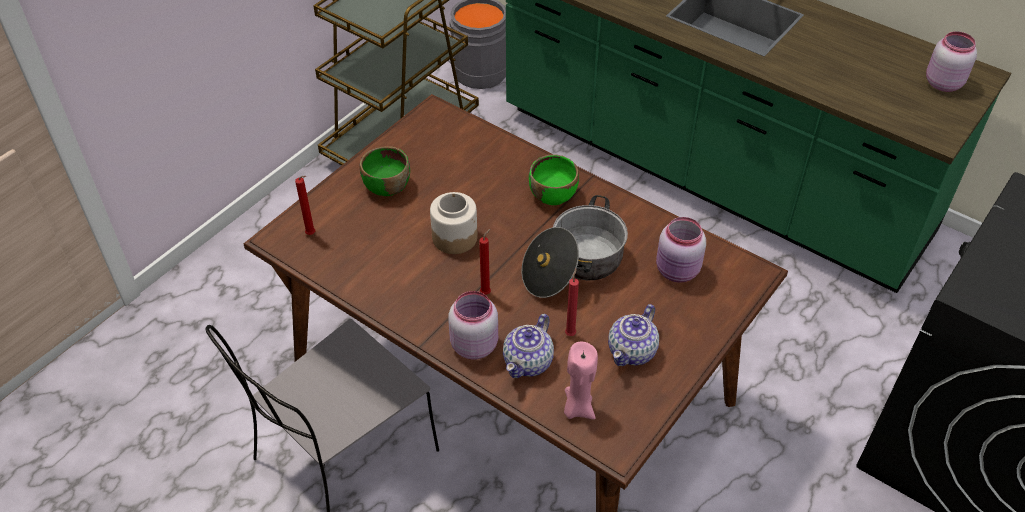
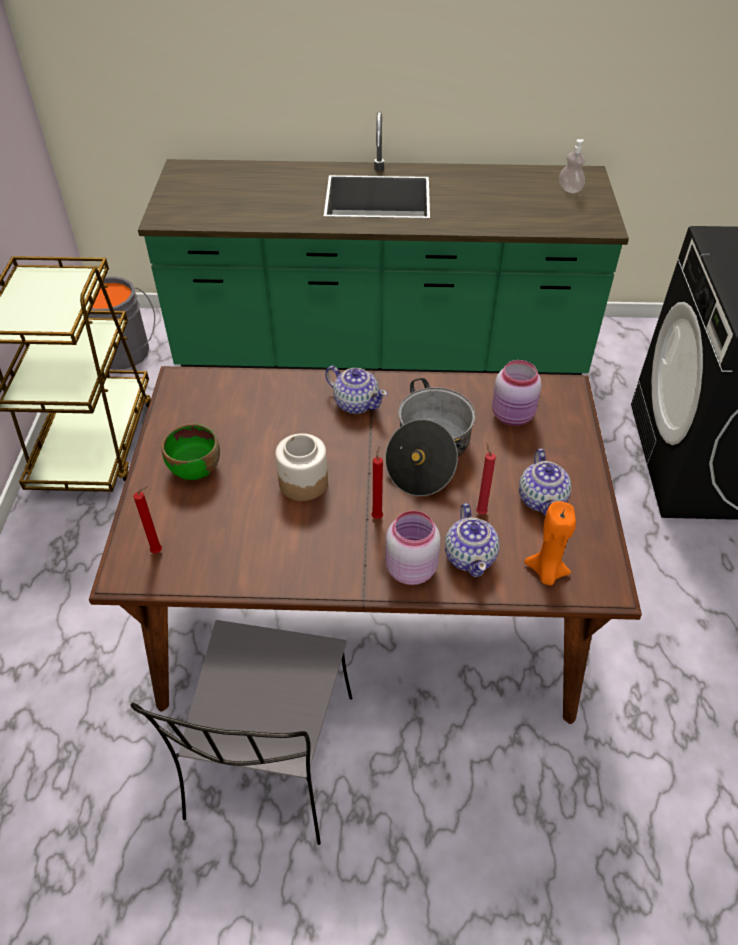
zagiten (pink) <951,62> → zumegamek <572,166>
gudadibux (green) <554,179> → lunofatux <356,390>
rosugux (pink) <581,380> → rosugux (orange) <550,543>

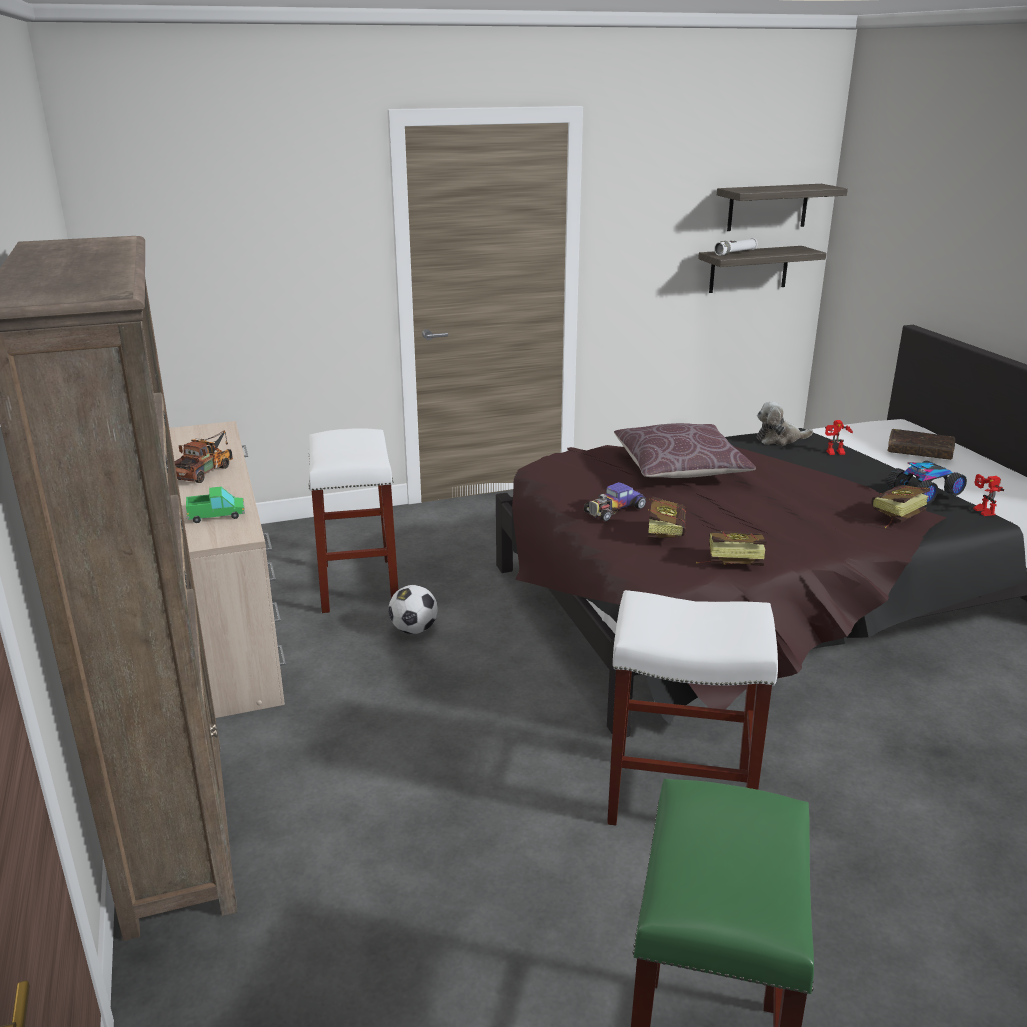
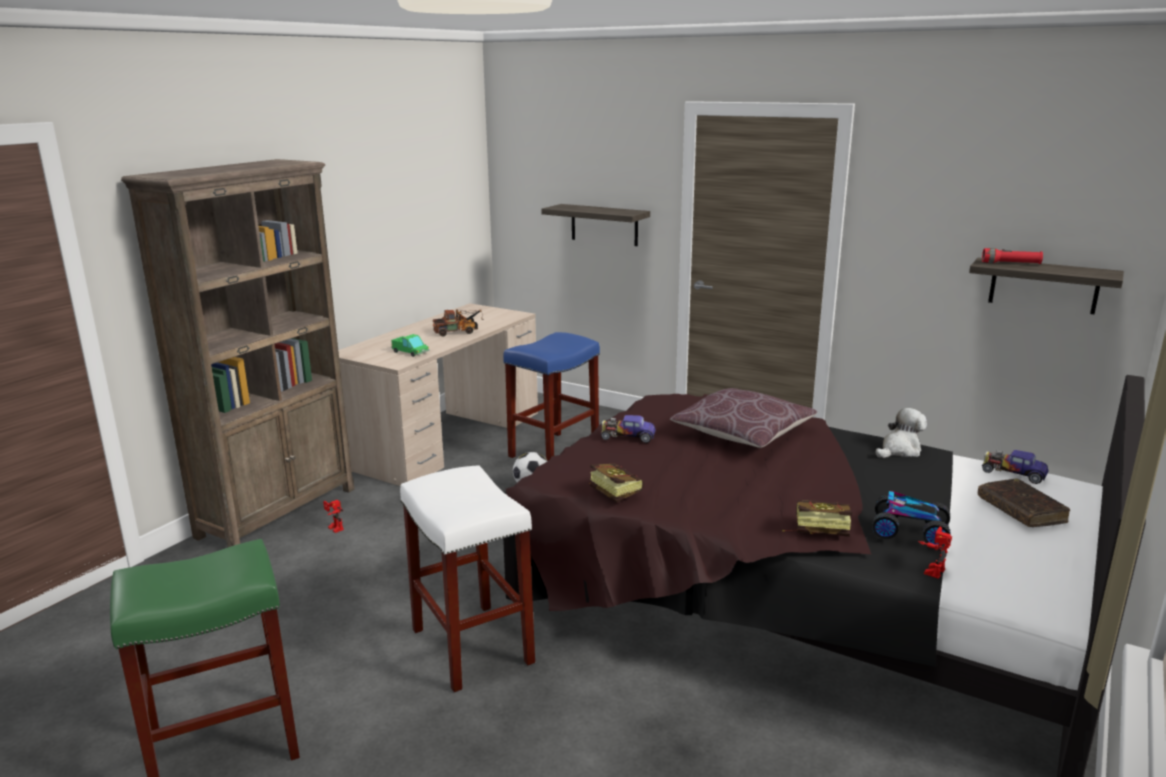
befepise <782,207> → befepise <595,225>, moved
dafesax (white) <736,247> → dafesax (red) <1012,256>
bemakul <785,424> → bemakul <901,433>, 105 degrees clockwise
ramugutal <839,437> → ramugutal <333,516>, moved
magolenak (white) <353,520> → magolenak (blue) <551,396>
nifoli <667,518> → -
- → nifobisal <1015,467>

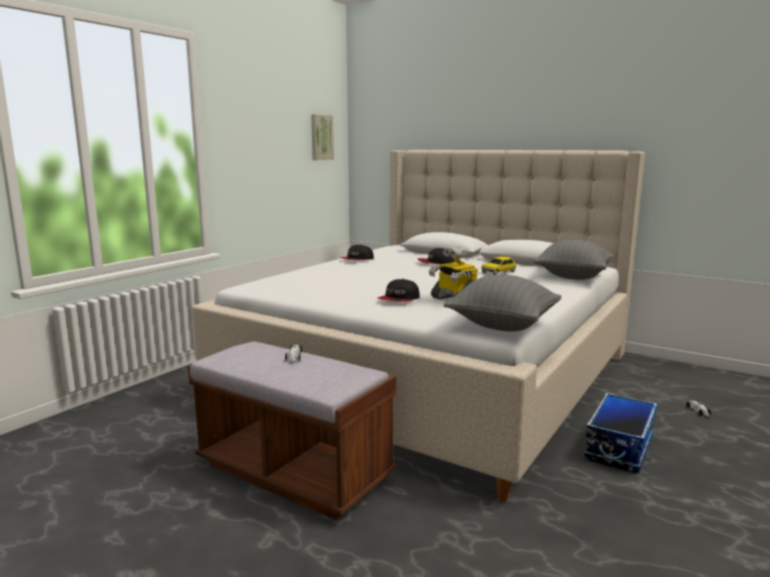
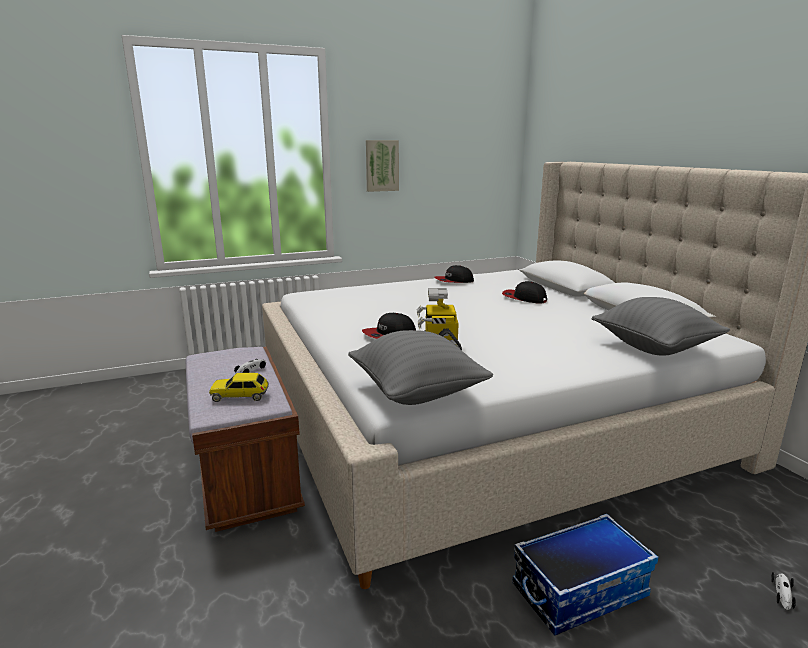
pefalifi <322,137> → pefalifi <382,166>, moved
nifobisal <498,266> → nifobisal <239,387>, moved

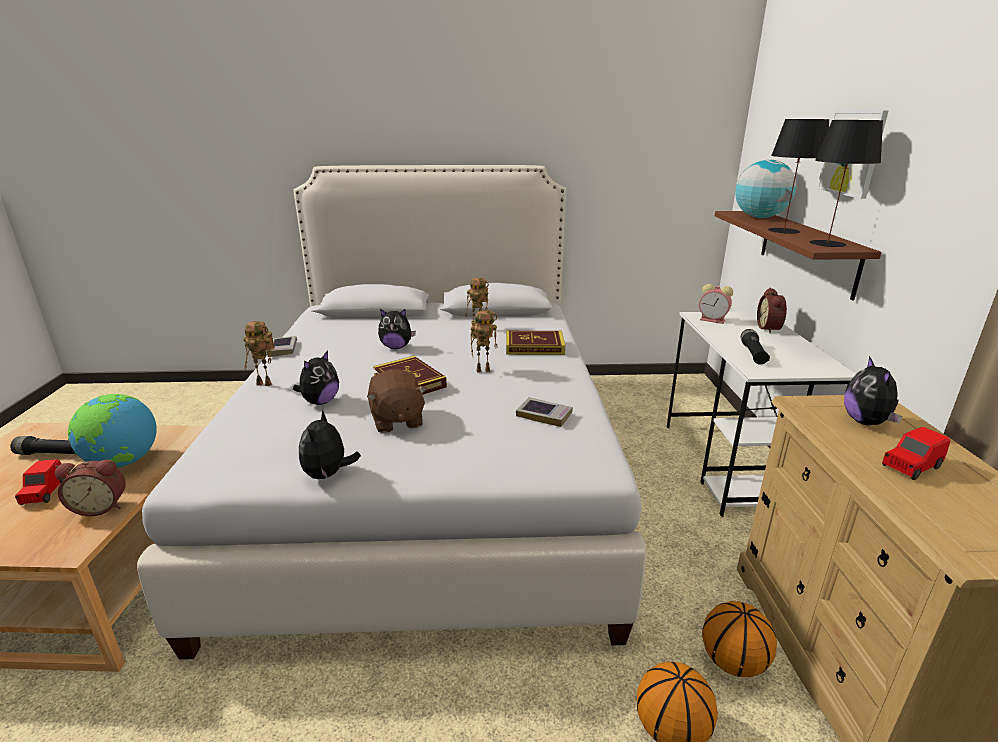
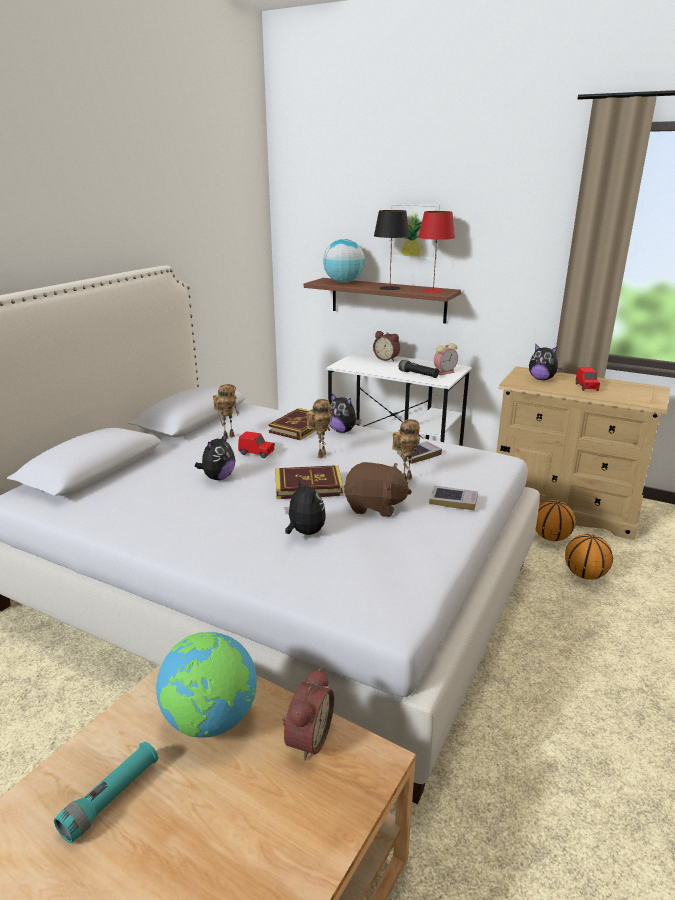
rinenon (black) <846,183> → rinenon (red) <436,252>
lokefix <716,304> → lokefix <446,359>, moved
ramugutal <259,353> → ramugutal <406,450>, moved
nifoli <281,346> → nifoli <453,497>, moved
bemakul <330,444> → bemakul <345,413>, moved
dafesax (black) <43,445> → dafesax (turquoise) <106,792>
nifobisal (red) <41,482> → nifobisal (red) <256,445>, moved

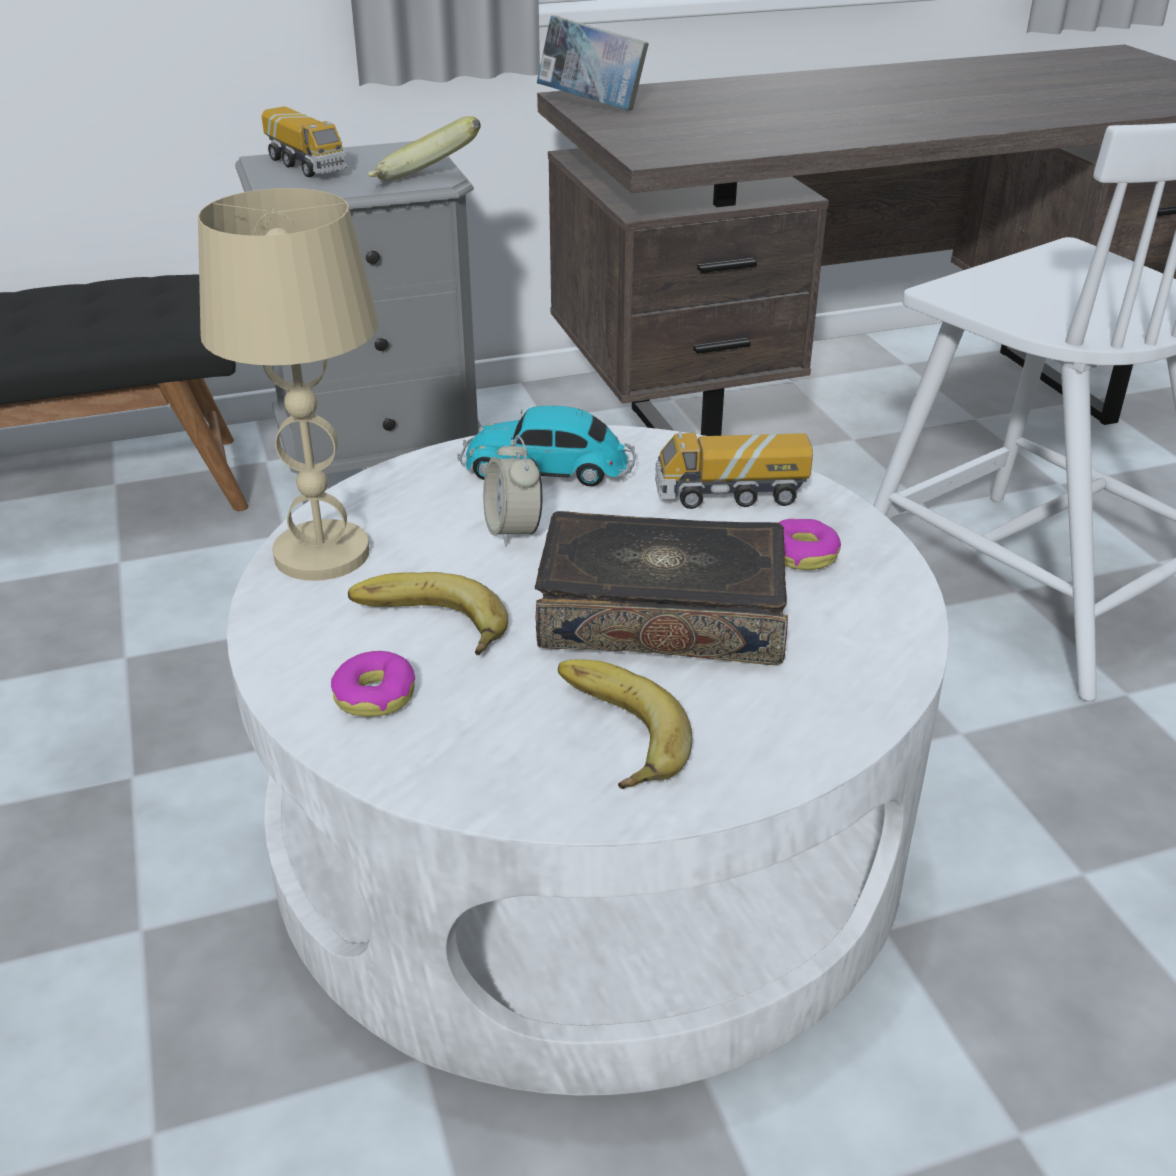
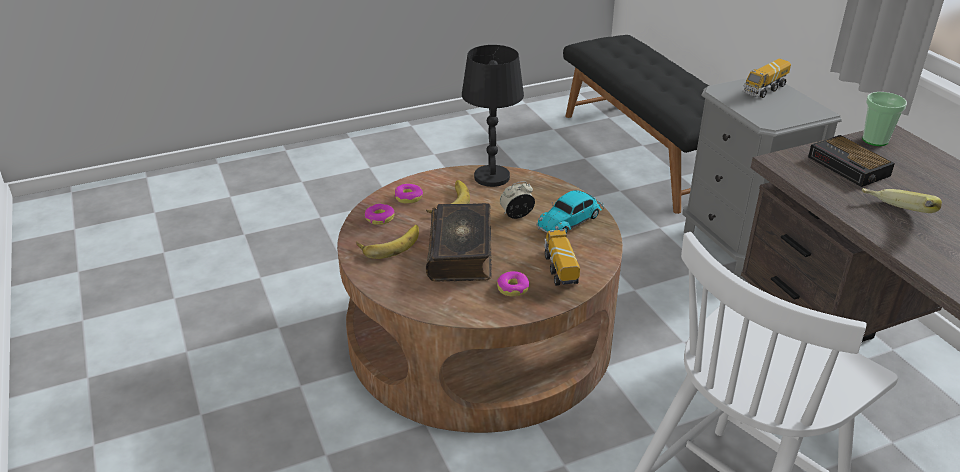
nifoli <593,63> → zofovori <884,119>
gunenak <424,148> → gunenak <901,200>, moved
rinenon (beige) <288,384> → rinenon (black) <493,116>
nifobisal <547,446> → nifobisal <570,212>, 135 degrees counterclockwise
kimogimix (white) <588,760> → kimogimix (brown) <480,299>
- → lokefix <851,161>
- → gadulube <380,214>

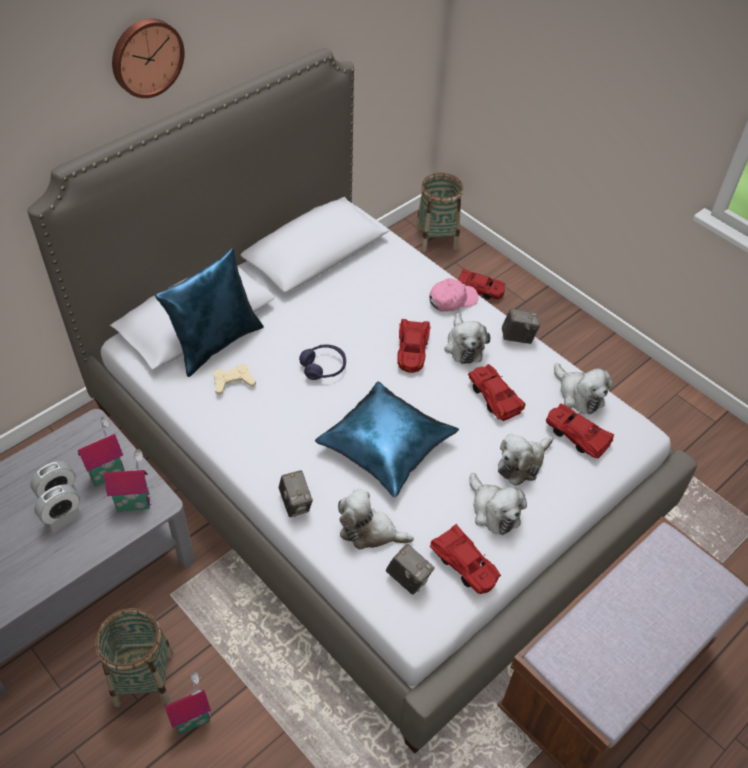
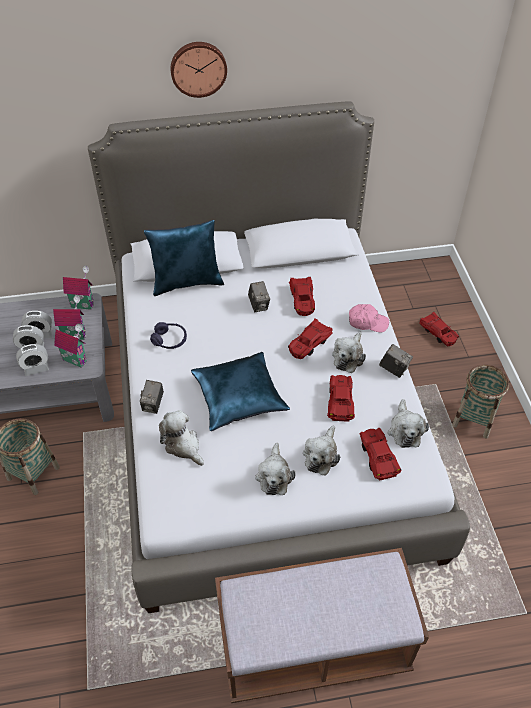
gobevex <440,212> → gobevex <480,401>, moved
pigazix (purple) <322,362> → pigazix (purple) <168,335>, moved
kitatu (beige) <235,379> → -
bemakul <526,460> → bemakul <321,451>, 60 degrees counterclockwise
nifobisal (red) <465,559> → nifobisal (red) <302,296>, moved
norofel <410,569> → norofel <259,296>, moved
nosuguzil <188,703> → nosuguzil <78,287>, moved
- → lokefix <32,360>

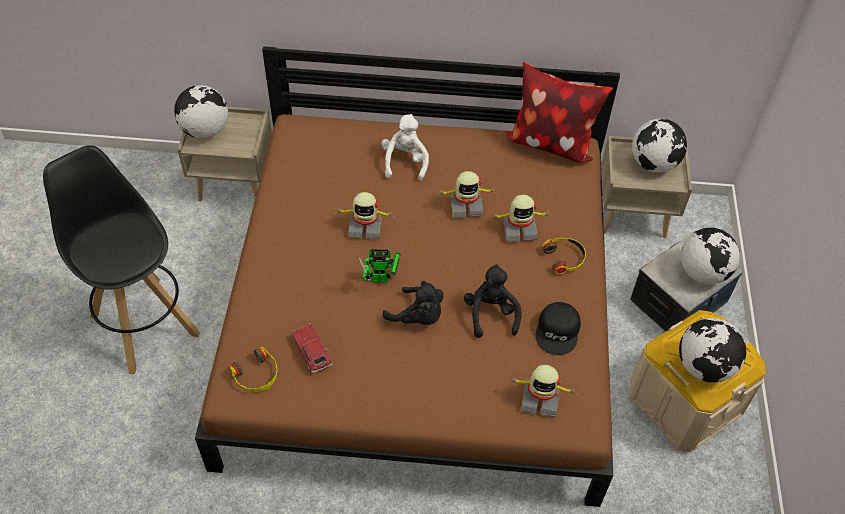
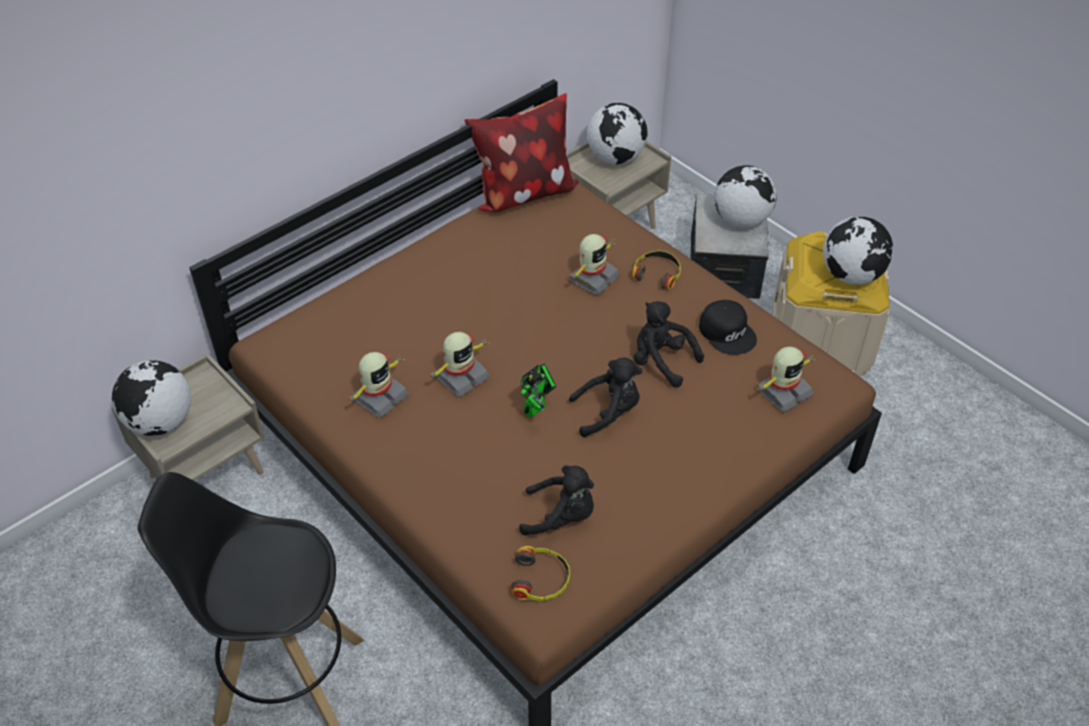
bemakul (white) <405,147> → -
ramugutal <467,194> → ramugutal <378,385>, moved
nifobisal <312,348> → bemakul (black) <556,500>

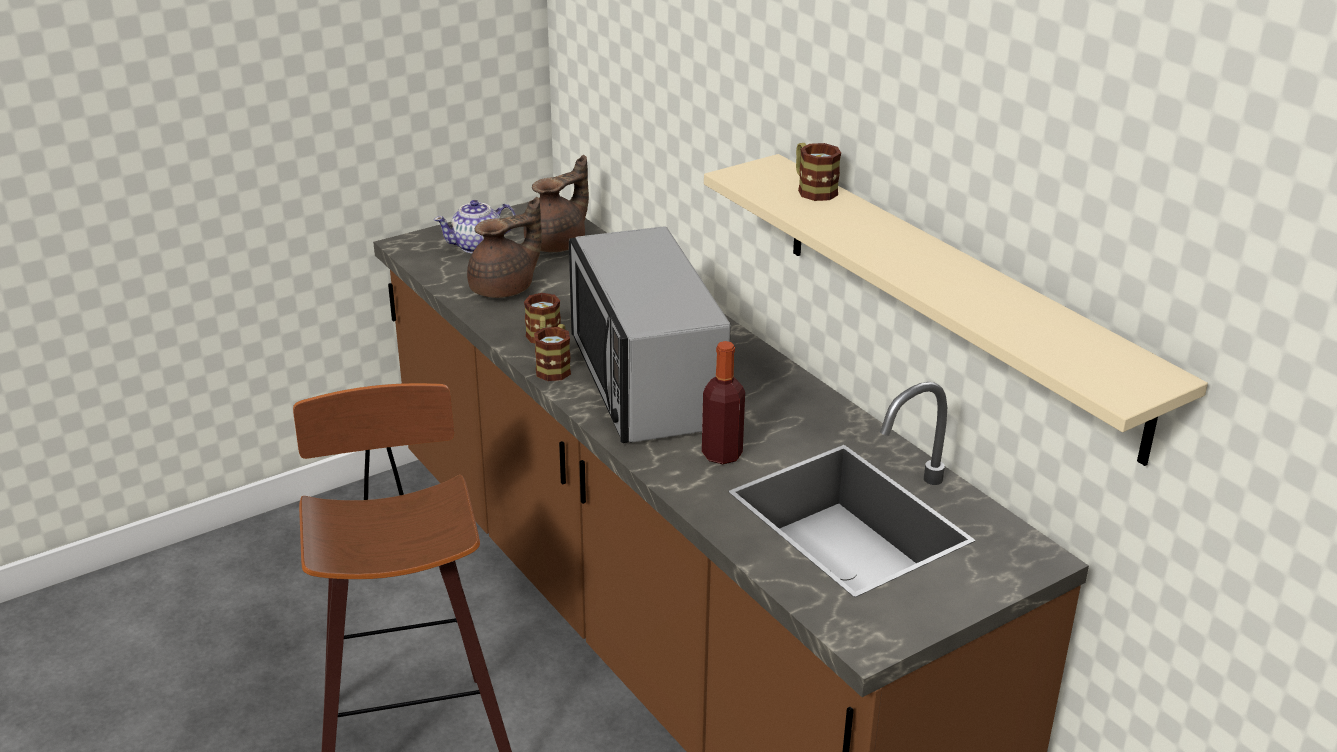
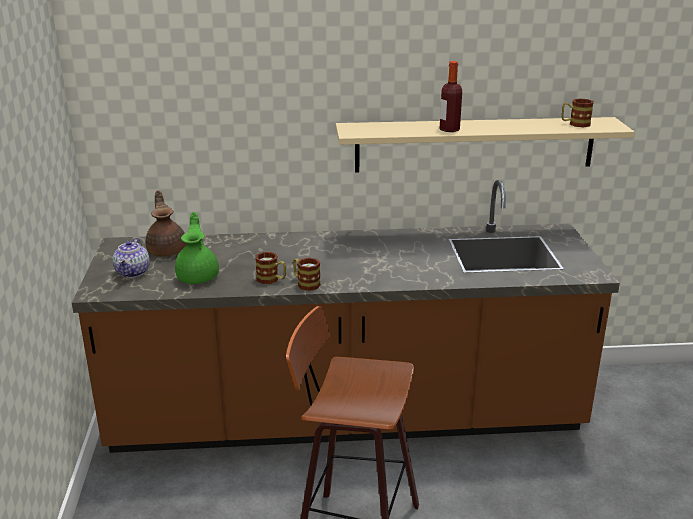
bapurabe <818,172> → bapurabe <578,112>, moved
lunofatux (brown) <504,247> → lunofatux (green) <197,248>
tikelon <650,334> → -
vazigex <723,402> → vazigex <451,96>, moved

